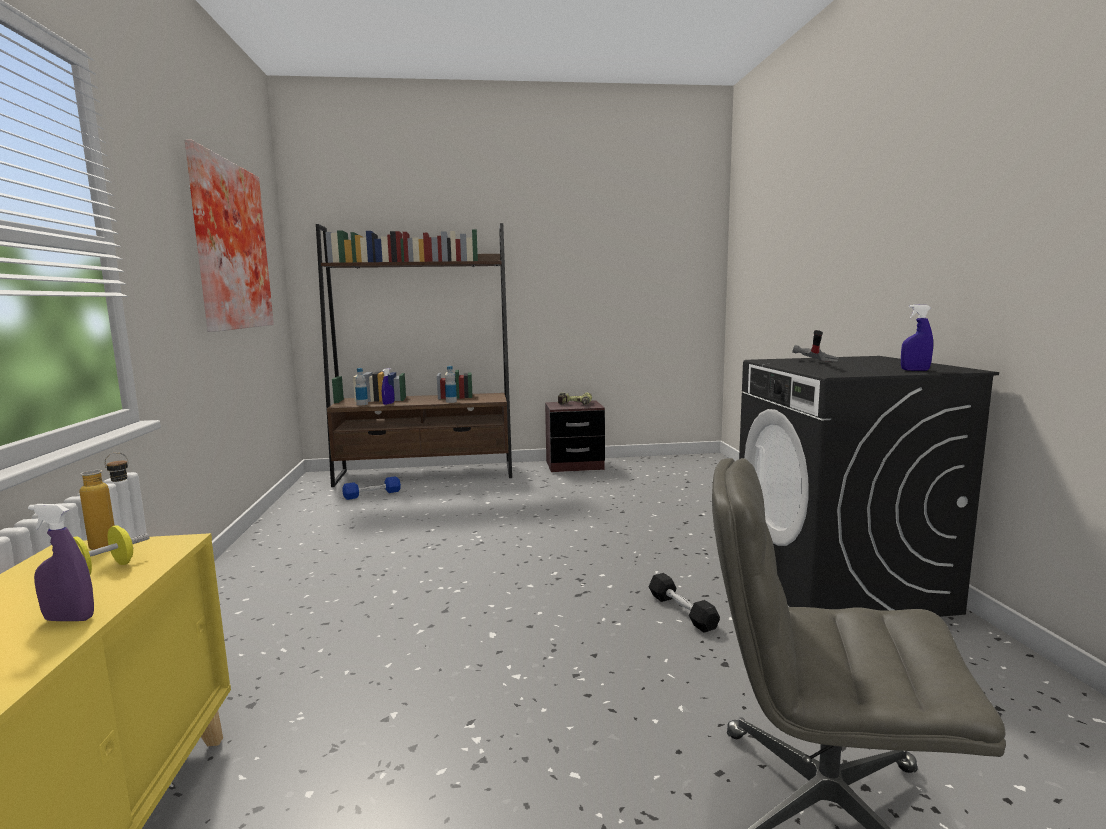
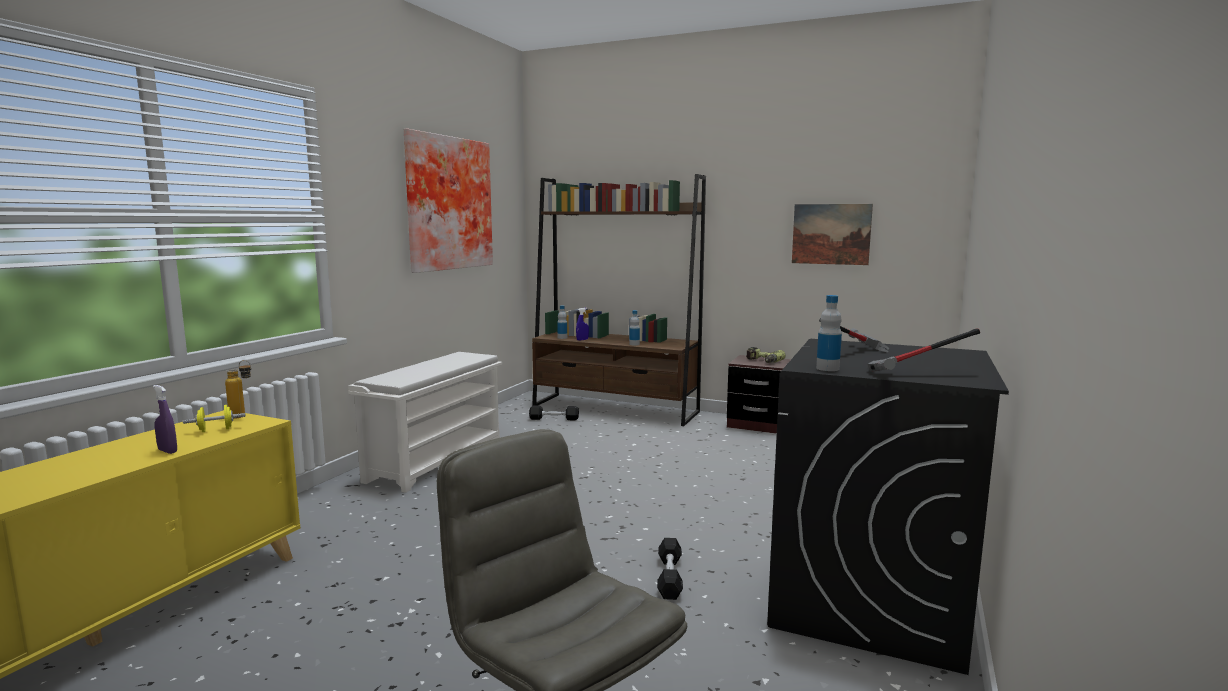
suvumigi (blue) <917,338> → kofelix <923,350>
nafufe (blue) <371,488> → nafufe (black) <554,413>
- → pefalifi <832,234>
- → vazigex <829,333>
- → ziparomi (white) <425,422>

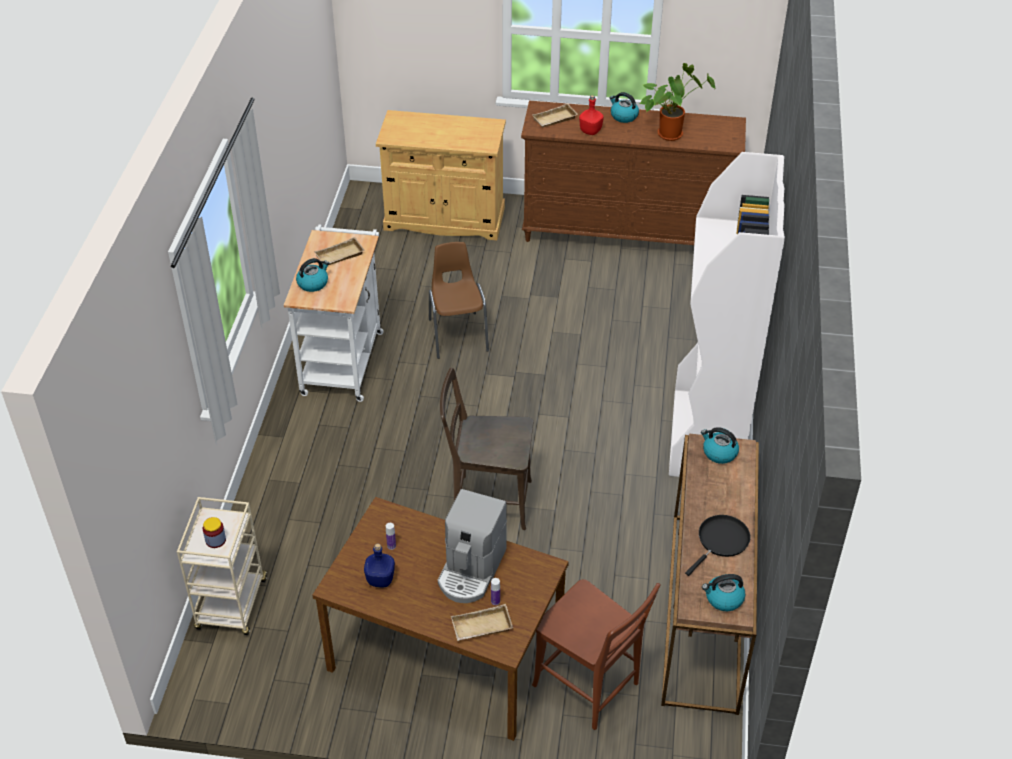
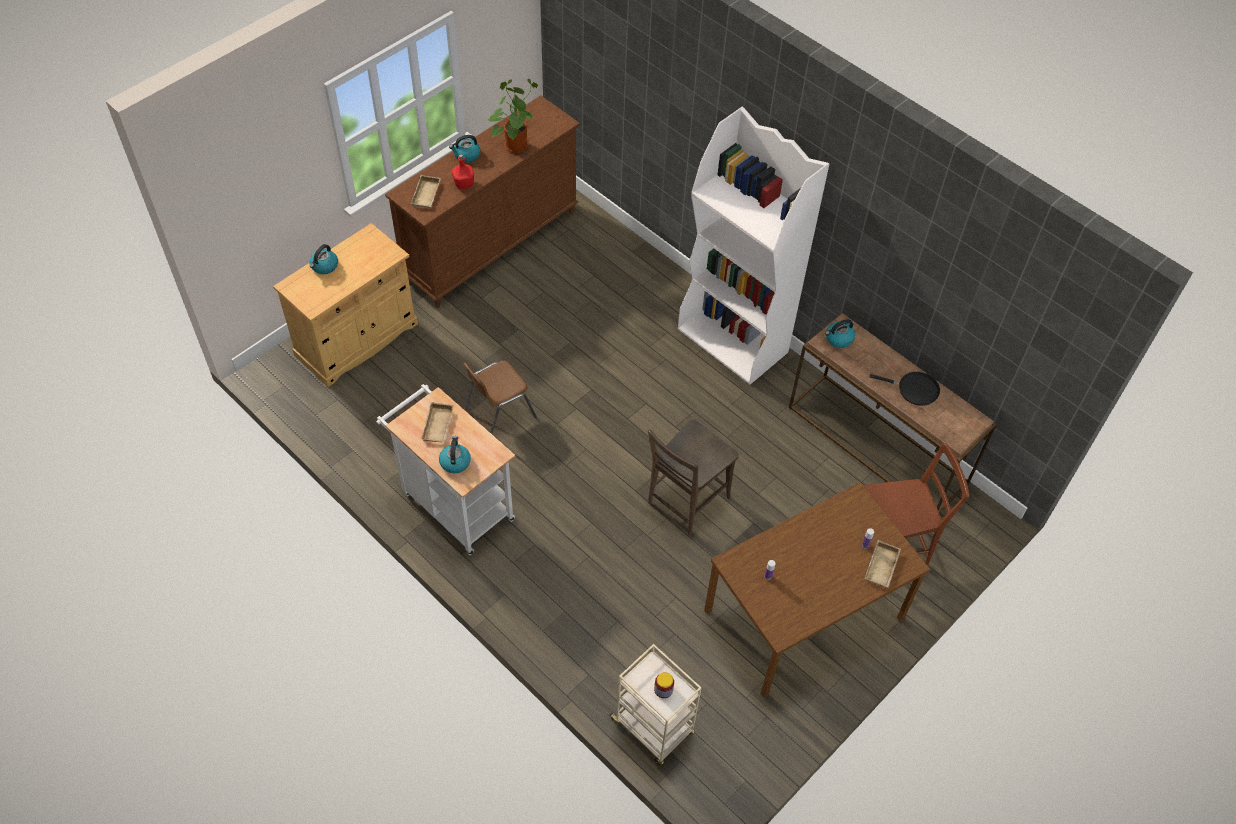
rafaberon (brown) <459,300> → rafaberon (brown) <500,397>, 60 degrees counterclockwise
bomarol <472,546> → -
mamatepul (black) <718,545> → mamatepul (black) <904,389>, 120 degrees clockwise
vazigex (blue) <379,565> → -
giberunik <723,592> → giberunik <324,259>, moved

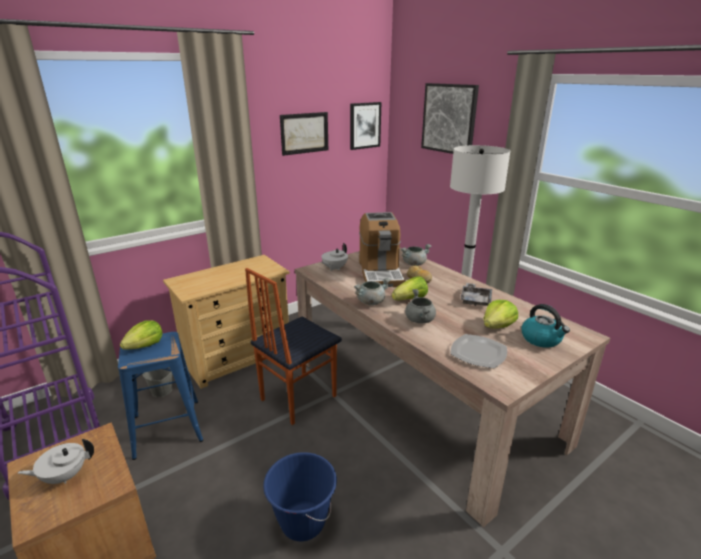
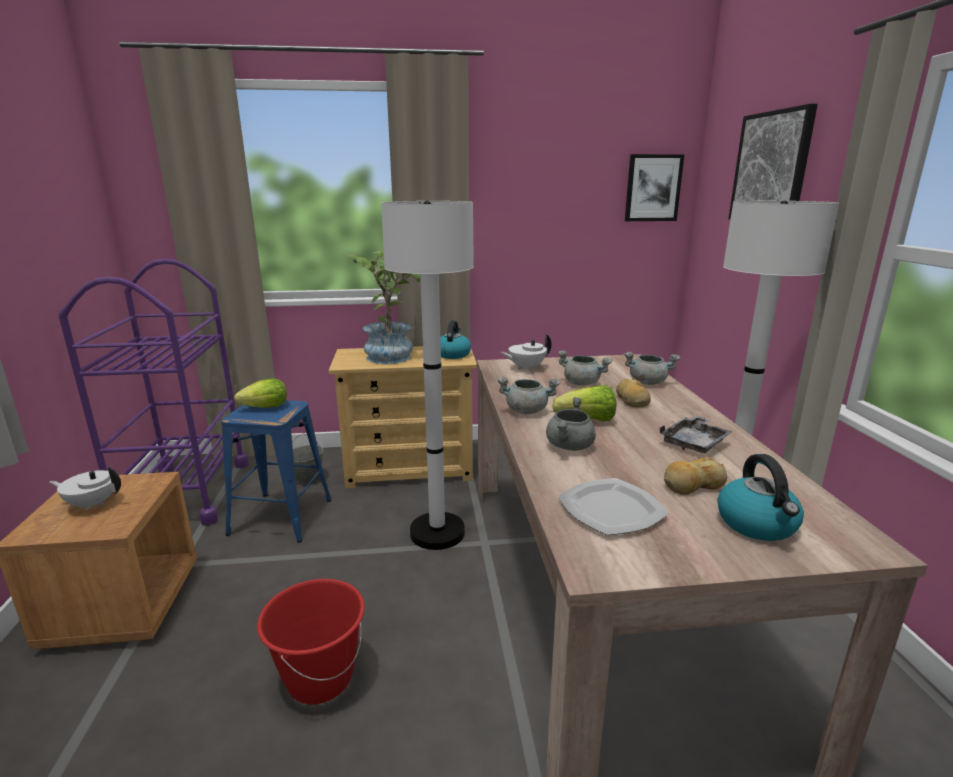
pefalifi <304,134> → -
bomarol <382,249> → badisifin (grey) <584,368>
rafaberon <293,346> → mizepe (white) <427,375>
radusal <500,314> → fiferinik <695,476>
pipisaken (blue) <300,497> → pipisaken (red) <311,642>
- → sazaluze <384,306>
- → giberunik <455,340>

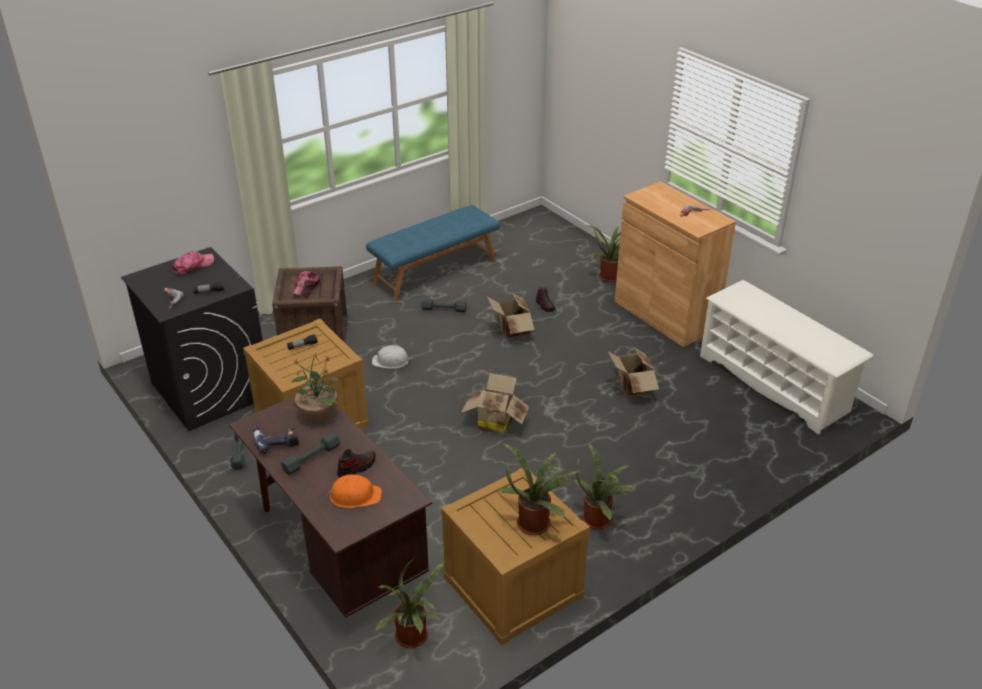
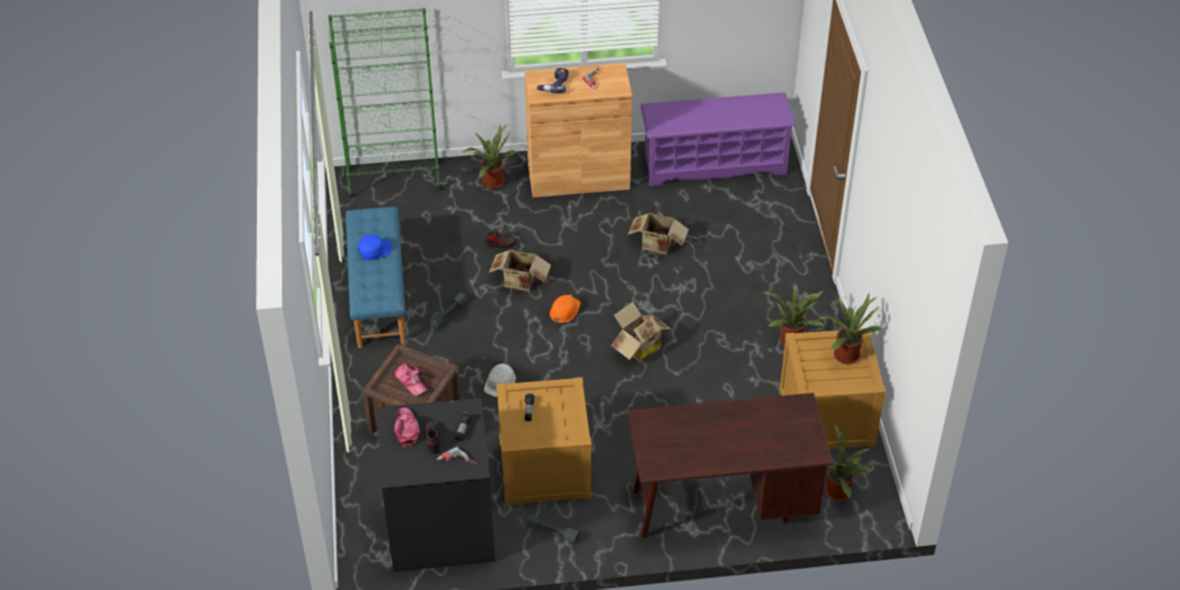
ziparomi (white) <786,357> → ziparomi (purple) <718,139>
sazaluze <315,388> → -
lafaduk <276,440> → lafaduk <552,80>, moved
nafufe (grey) <311,453> → -
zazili <356,463> → zazili <432,437>, moved
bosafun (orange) <354,491> → bosafun (orange) <565,308>, moved
- → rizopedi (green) <385,102>
- → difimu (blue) <375,247>

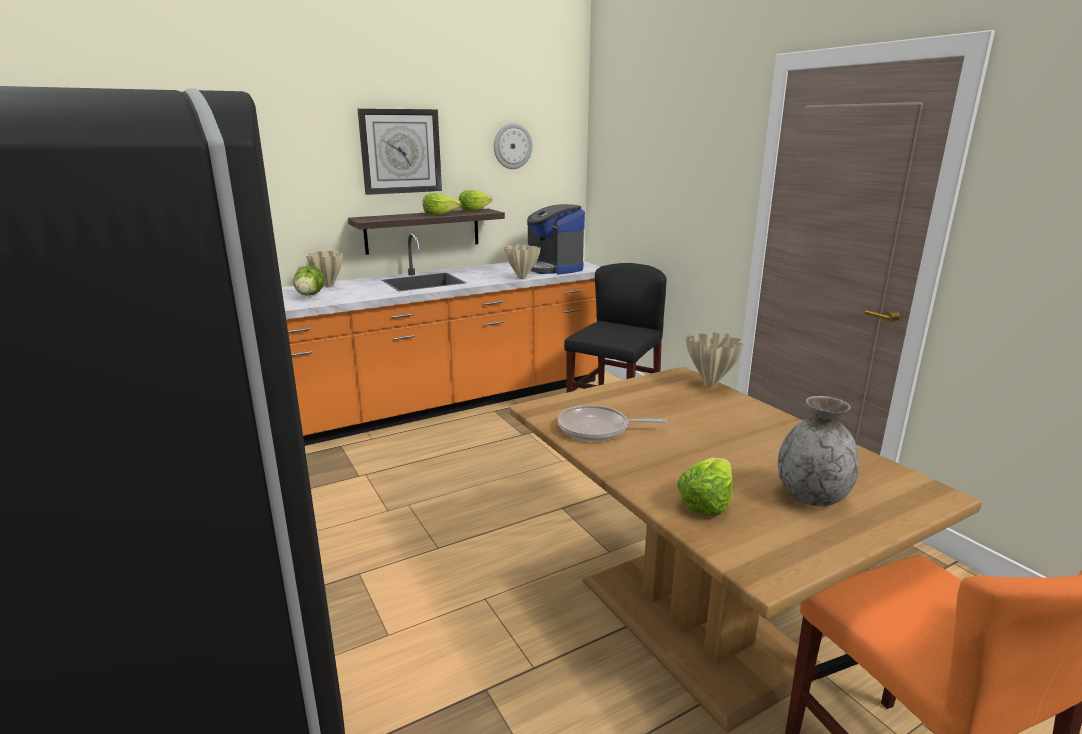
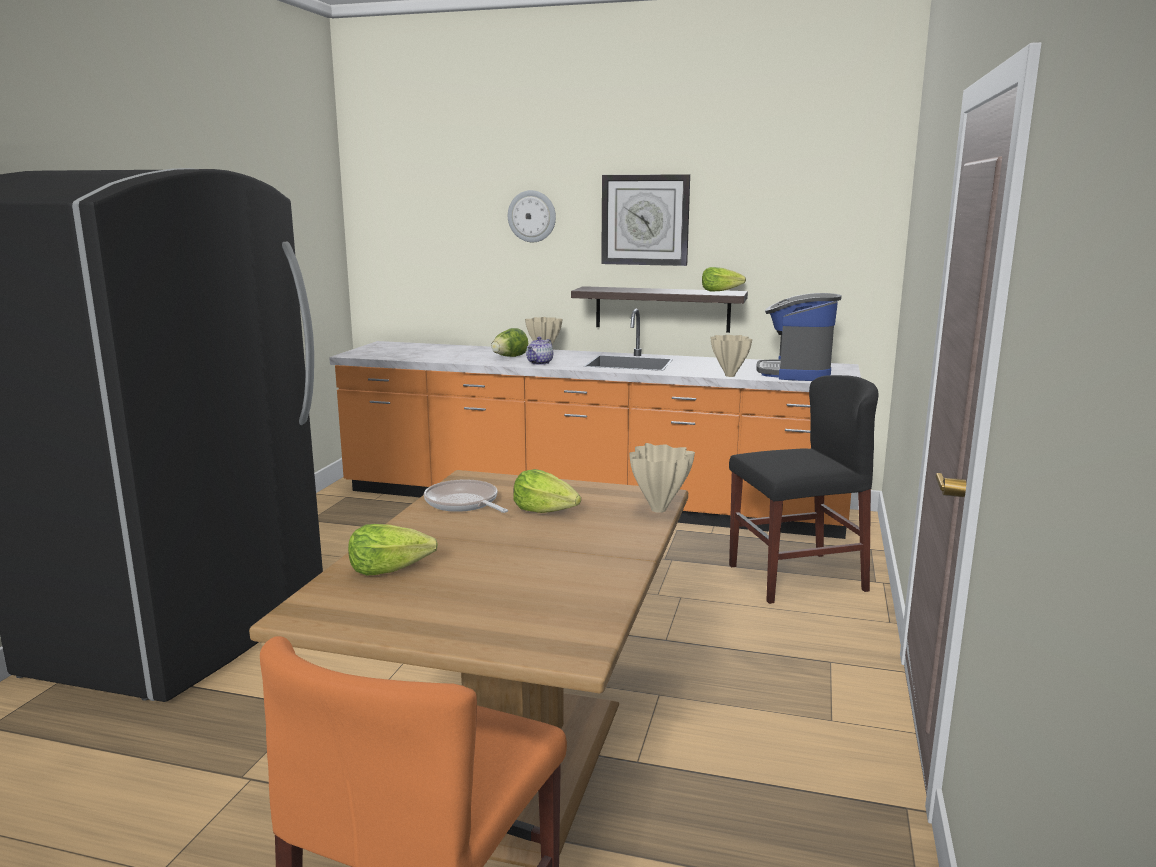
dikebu <513,146> → dikebu <532,216>, moved
radusal <442,204> → radusal <547,491>, moved
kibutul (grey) <818,451> → -
- → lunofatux <539,351>

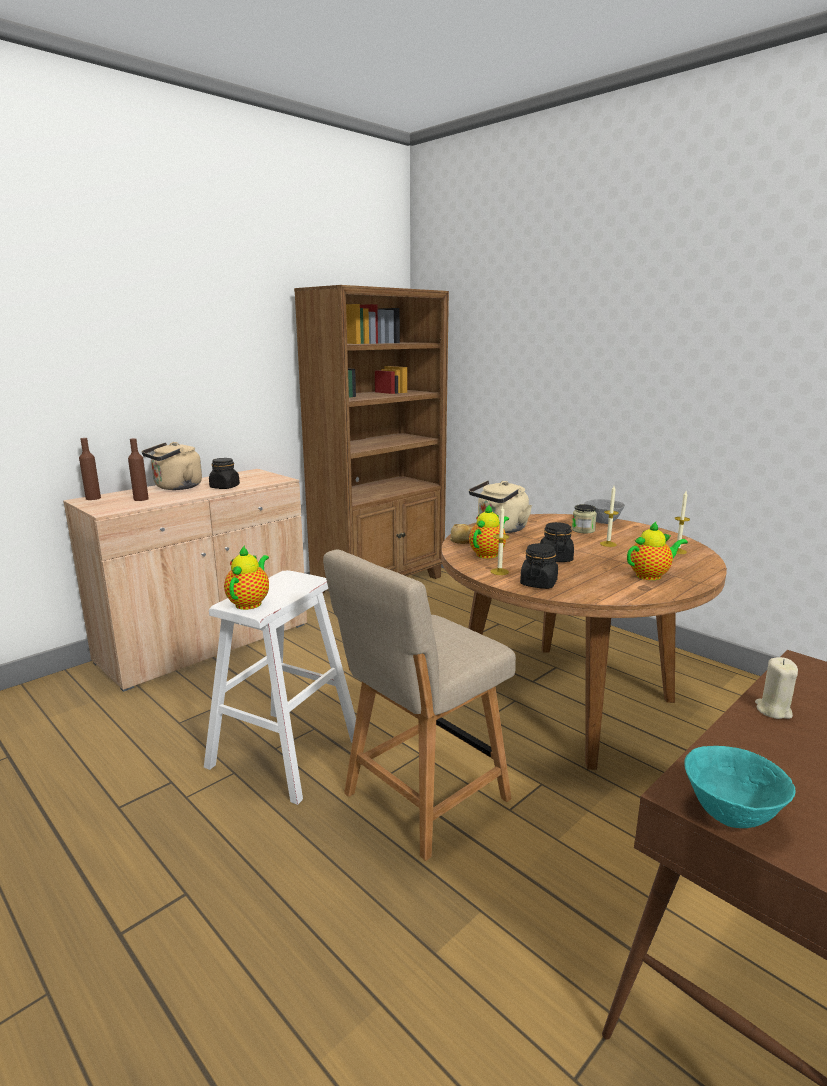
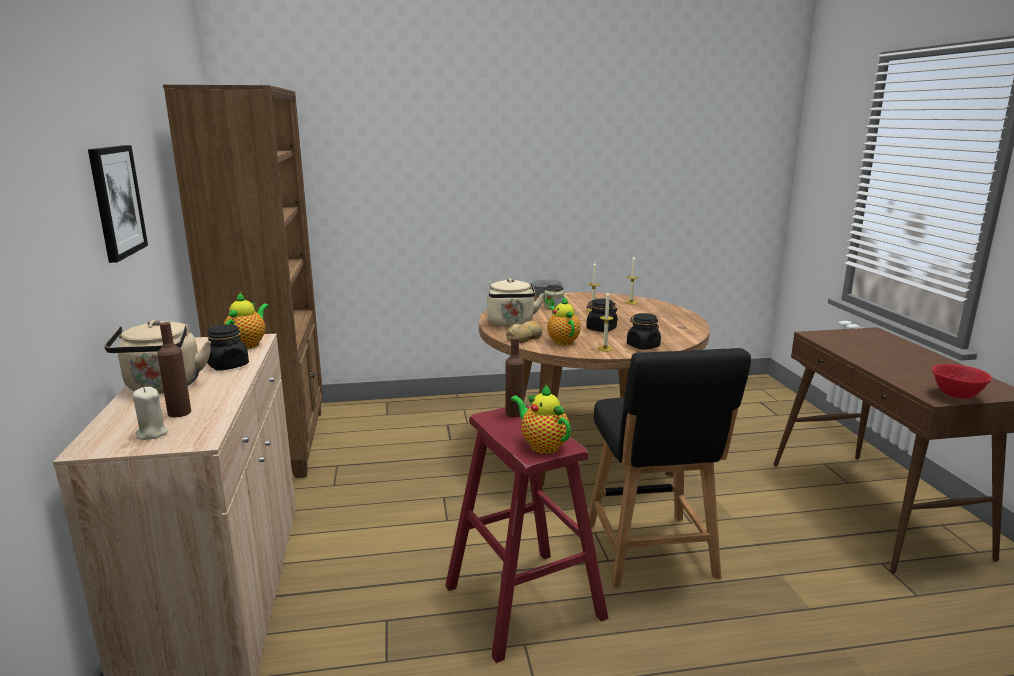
vazigex (brown) <90,469> → vazigex (brown) <515,377>, moved
lunofatux <657,550> → lunofatux <246,320>, moved
rafaberon (beige) <419,705> → rafaberon (black) <670,468>
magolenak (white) <280,687> → magolenak (red) <526,534>
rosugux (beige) <776,688> → rosugux (beige) <150,413>, moved
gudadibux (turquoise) <739,787> → gudadibux (red) <962,381>
- → pefalifi <118,204>

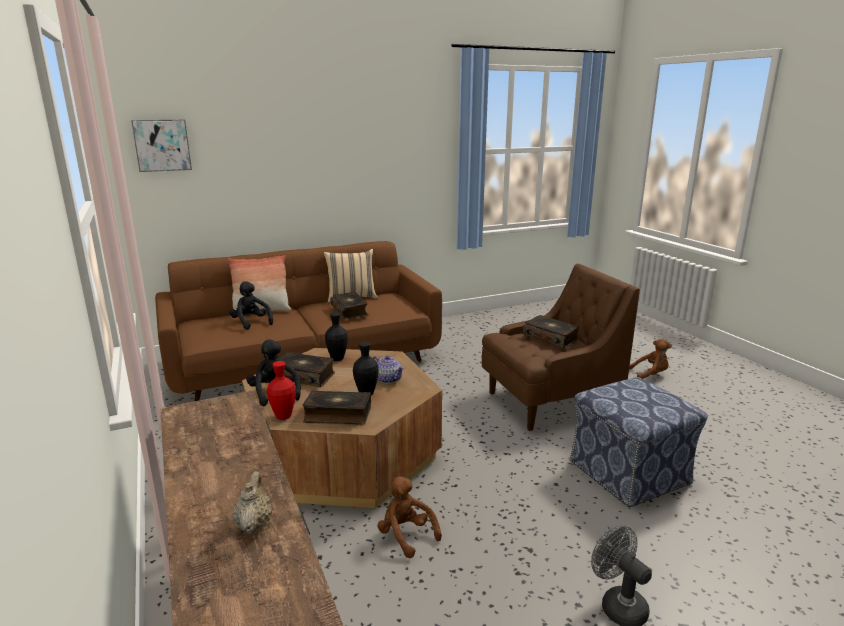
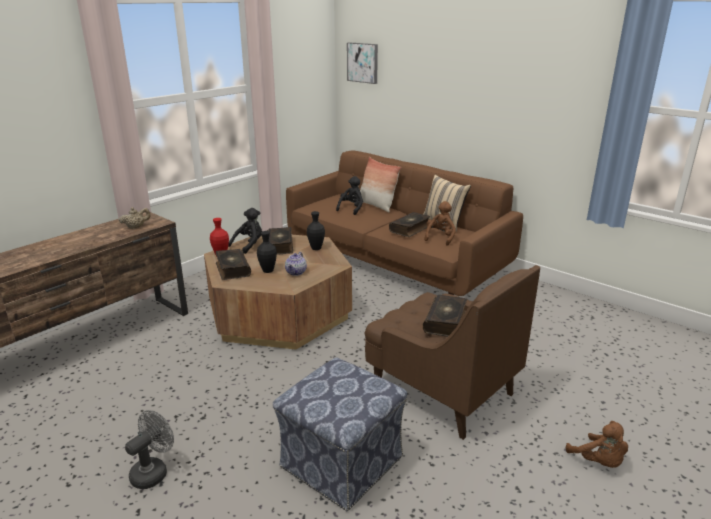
lunofatux (beige) <252,502> → lunofatux (beige) <135,218>, moved
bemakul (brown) <409,517> → bemakul (brown) <440,223>, moved

